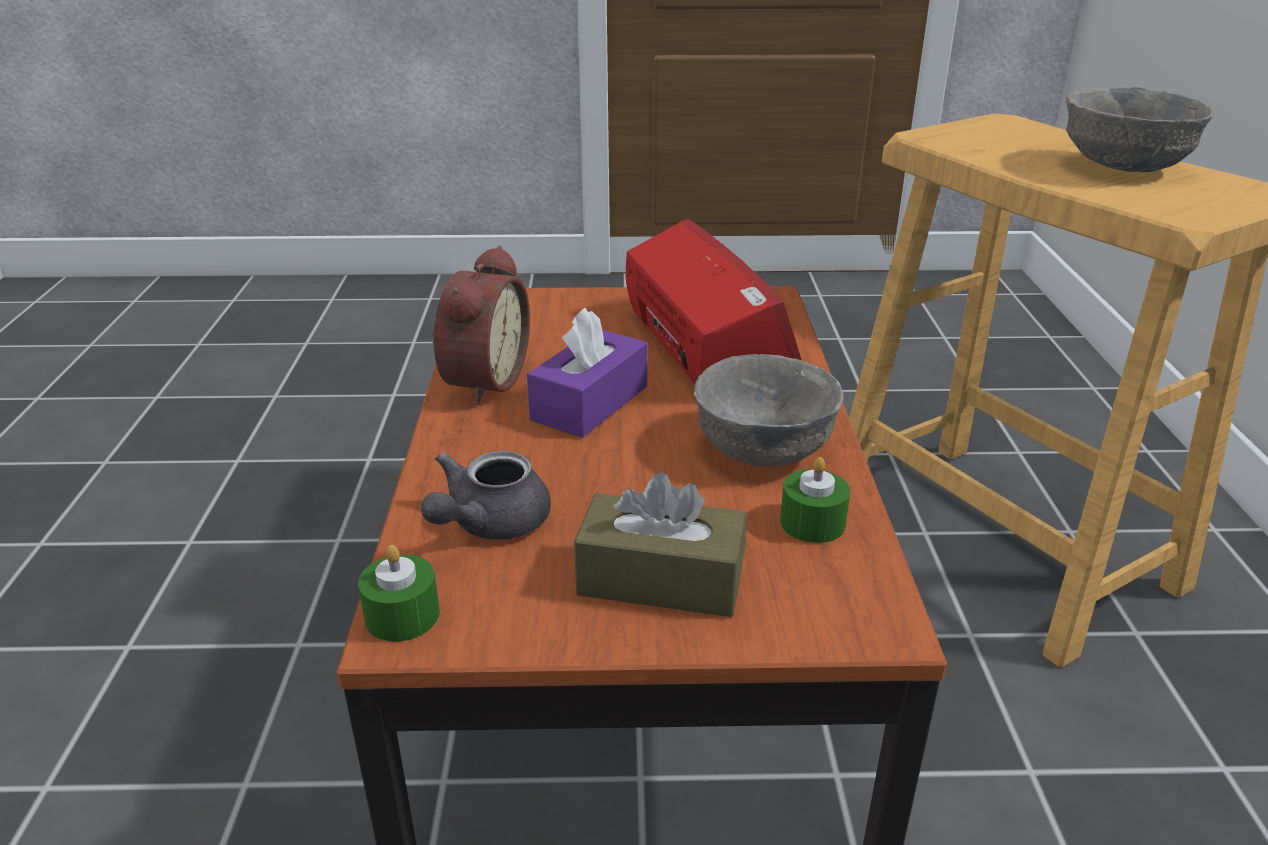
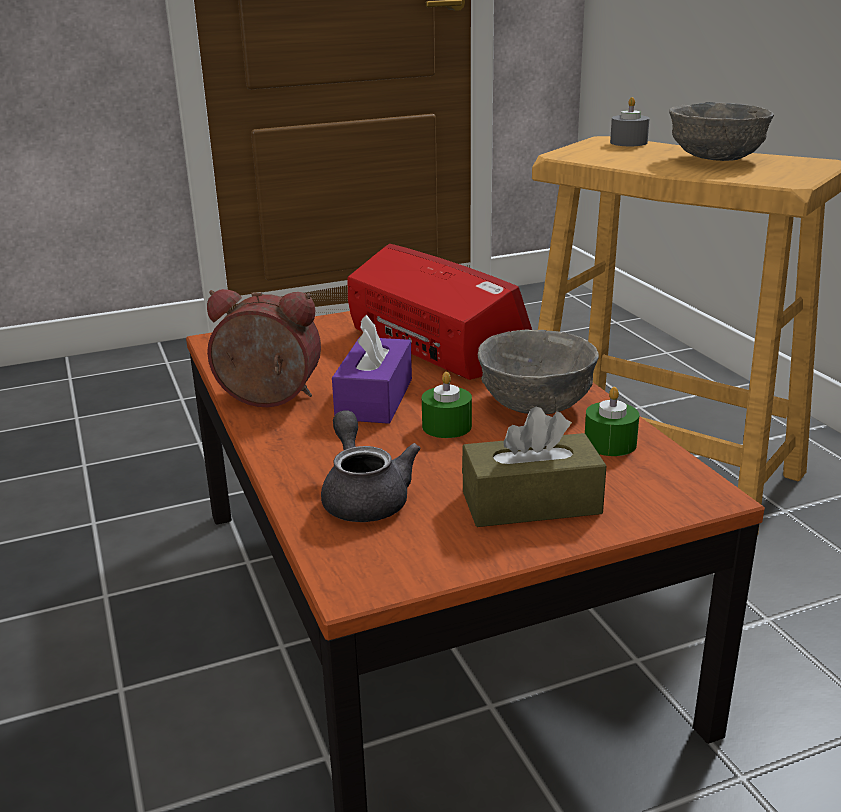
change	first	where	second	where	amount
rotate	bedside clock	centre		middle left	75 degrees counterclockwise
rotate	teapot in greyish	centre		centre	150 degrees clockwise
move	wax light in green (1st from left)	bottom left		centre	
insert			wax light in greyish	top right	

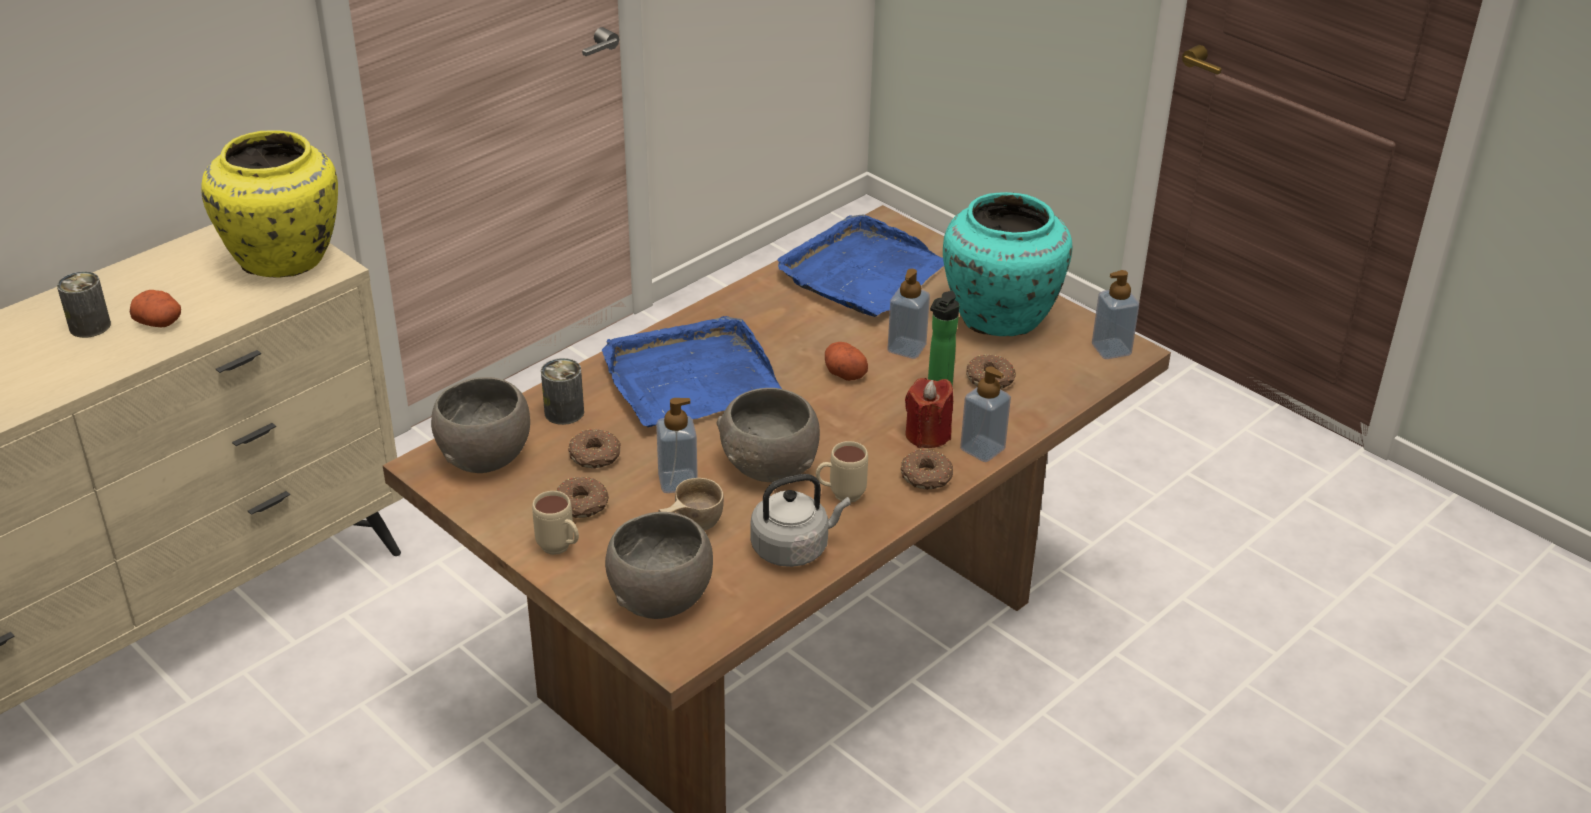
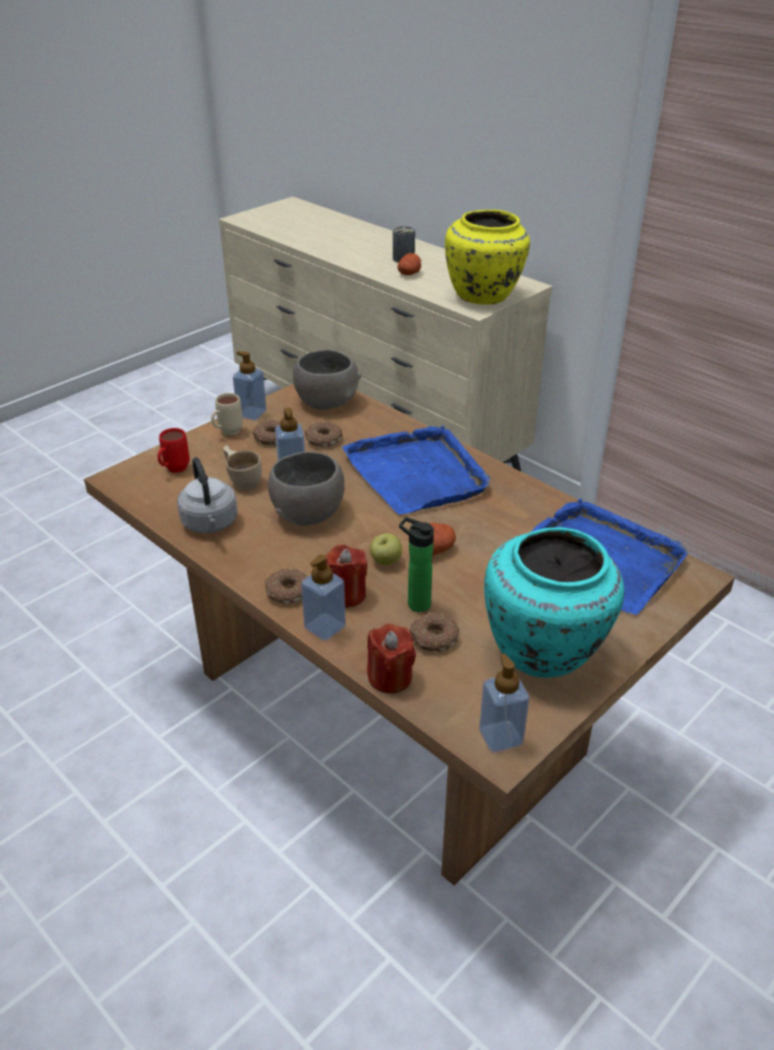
change	first	where	second	where	amount
move	soap dispenser (2nd from left in the first image)	centre	soap dispenser (1st from left)	middle left	
delete	metal can (2nd from left)	centre			
delete	coffee mug in sand-coloured (2nd from left)	centre			
replace	bowl in greyish (2nd from left)	bottom centre	coffee mug in red	middle left	
insert			apple	centre	
insert			wax light in red (2nd from left)	centre	

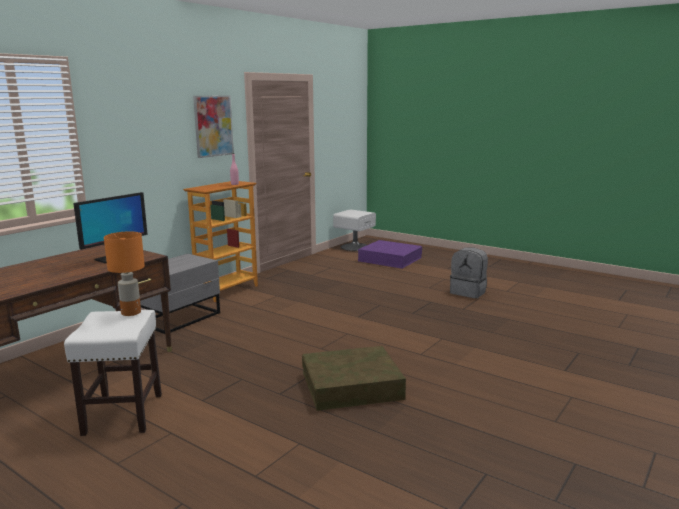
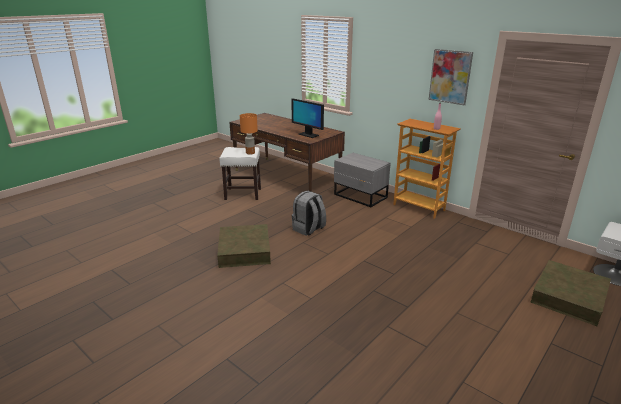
change	first	where	second	where	amount
recolor	storage box in purple	centre	storage box in brown-coloured (2nd from left)	bottom right	
move	backpack in greyish	middle right		centre	

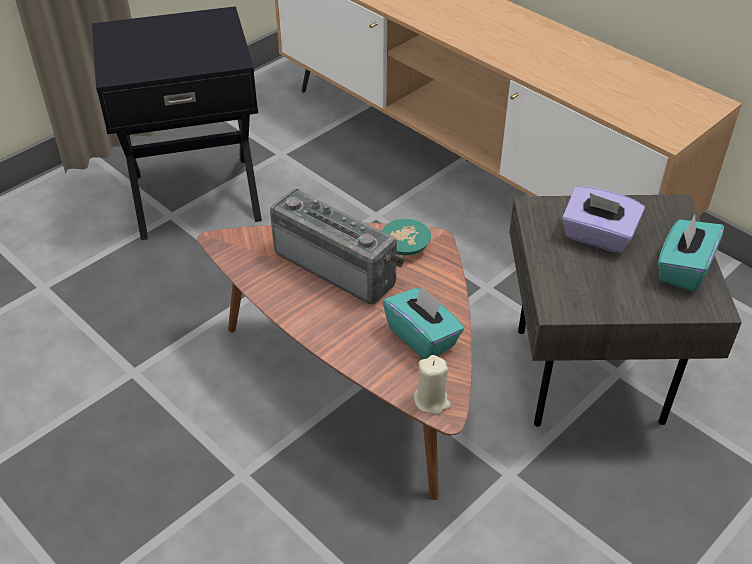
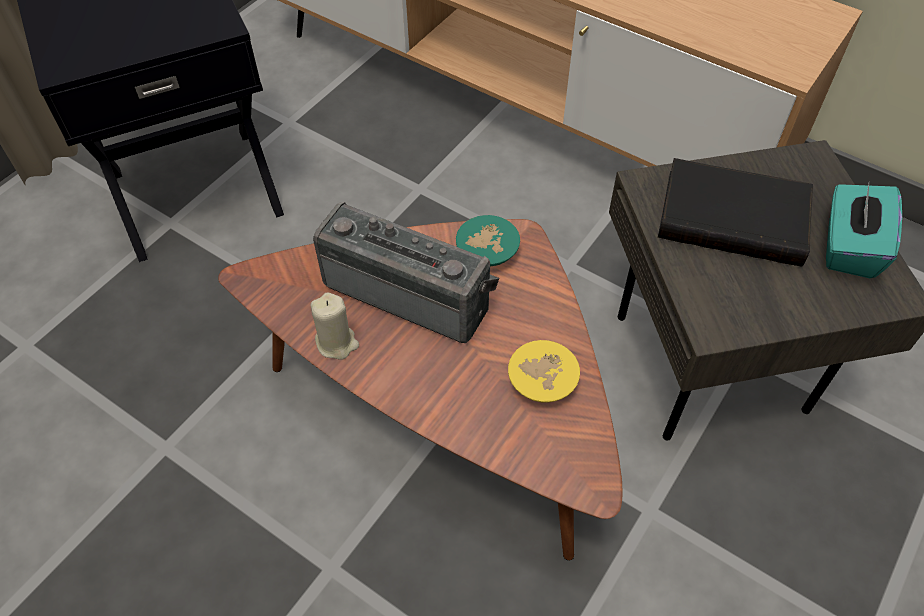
change	first	where	second	where	amount
replace	box of tissues in purple	middle right	book in blackish	middle right	
replace	box of tissues in turquoise (1st from left)	centre	bowl in yellow-coloured	centre	
move	wax light in sand-coloured	bottom centre		centre	

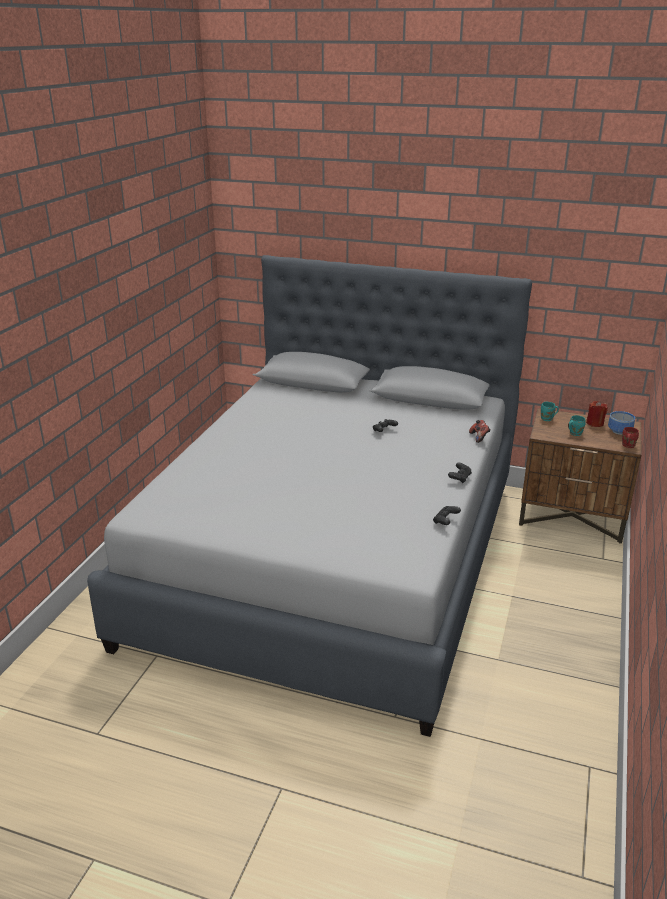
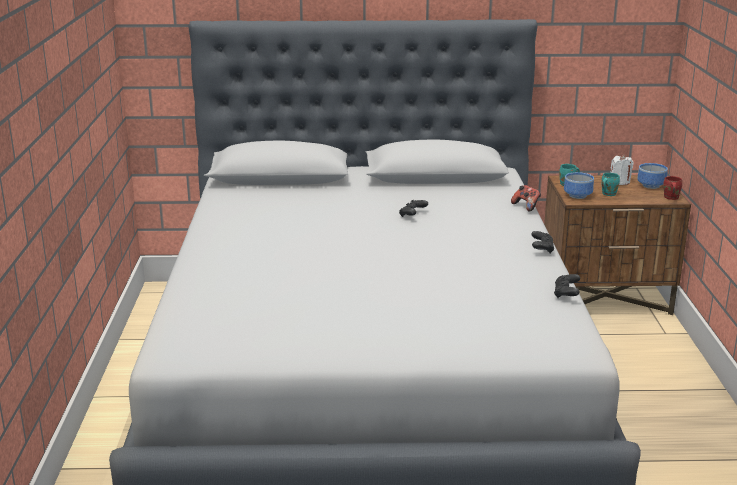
change	first	where	second	where	amount
recolor	wax light in red	middle right	wax light in white	middle right	
insert			bowl (1st from left)	middle right	

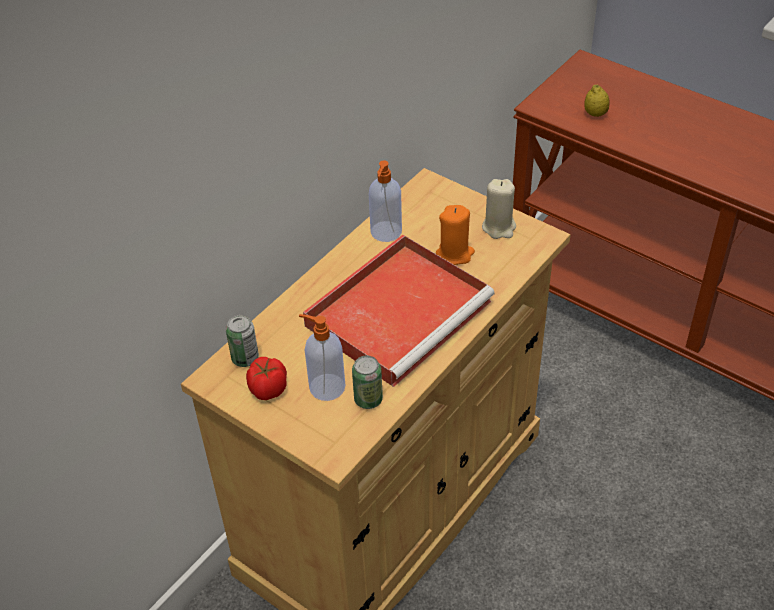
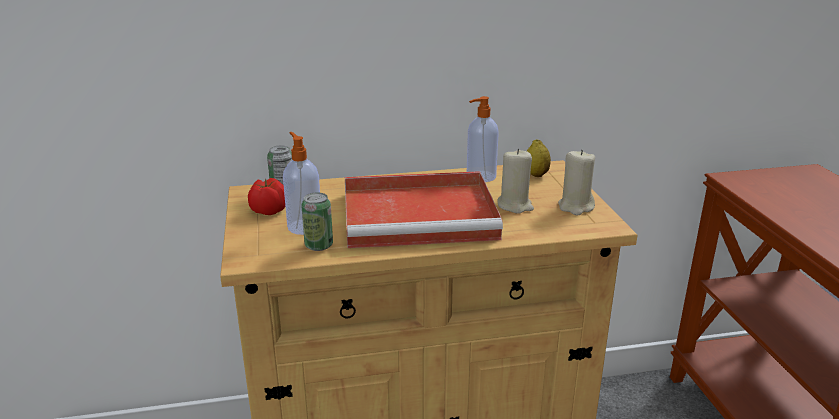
change	first	where	second	where	amount
move	citrus fruit	top right		centre	
recolor	wax light in orangey	centre	wax light in sand-coloured (1st from left)	centre	

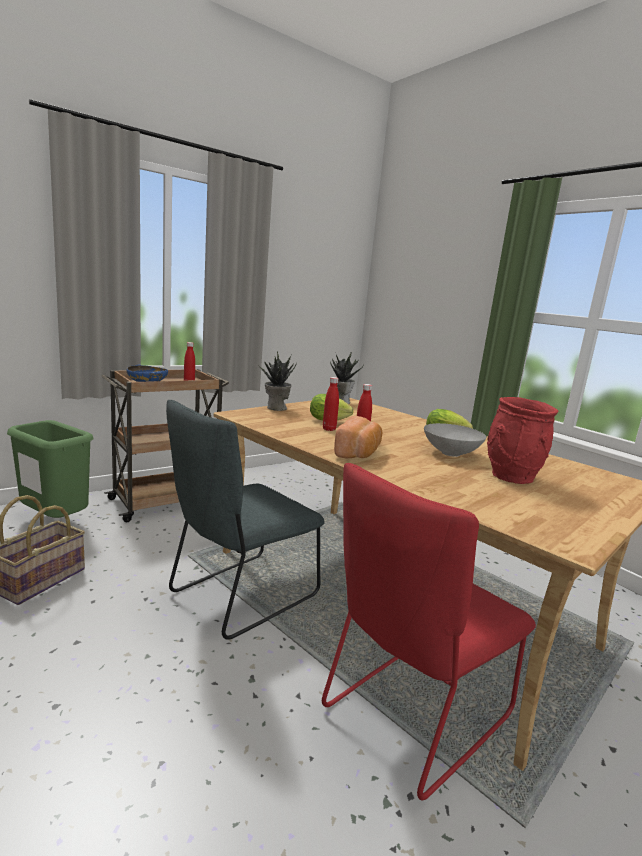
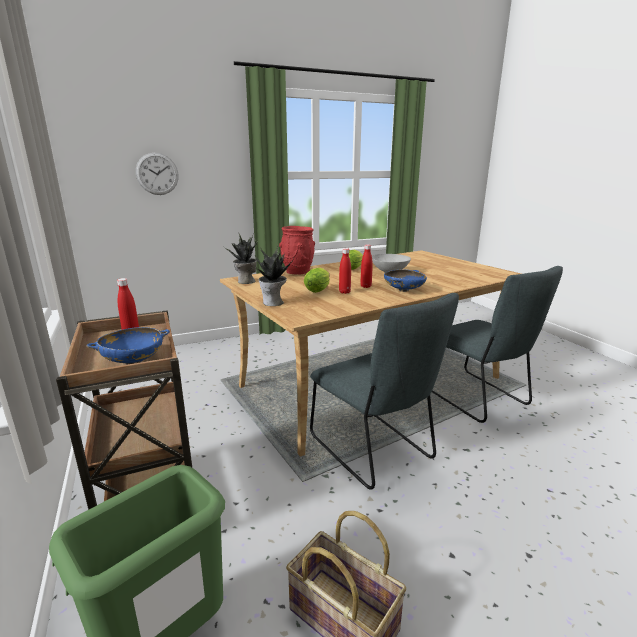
change	first	where	second	where	amount
move	vase in red	middle right		centre	
replace	baked bread	centre	bowl in bluish (2nd from left)	centre	
recolor	plain chair in red	bottom right	plain chair in greyish (2nd from left)	middle right	
insert			wall clock	top left	

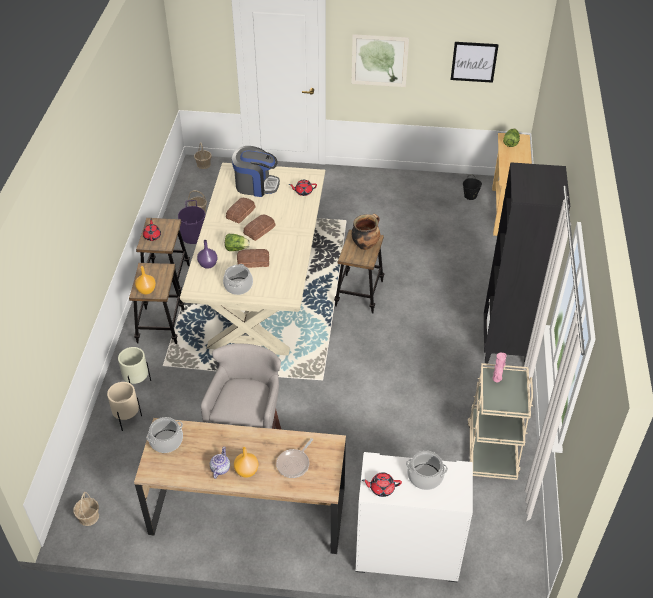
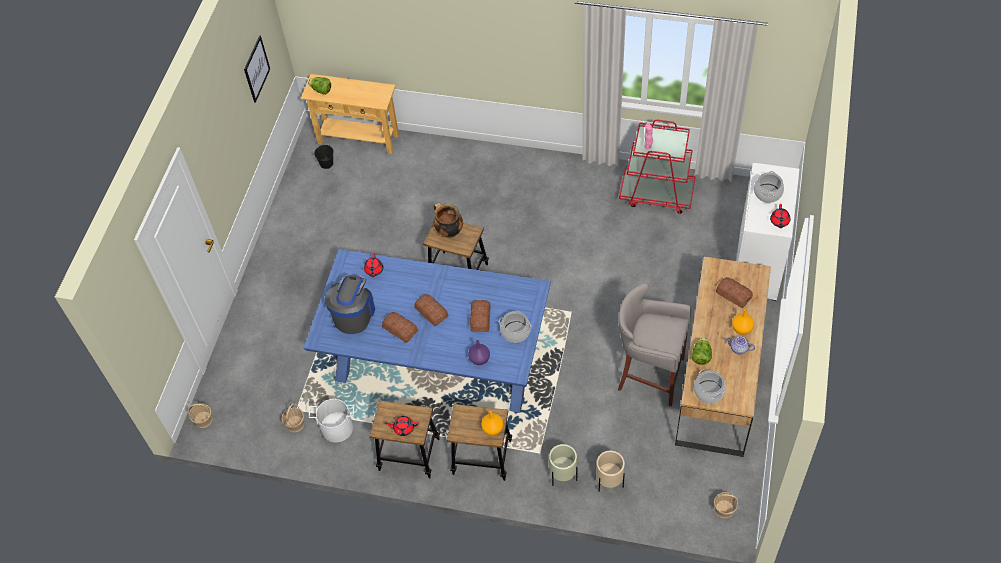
change	first	where	second	where	amount
delete	wall art (1st from left)	top centre			
delete	bookshelf in blackish	middle right			
recolor	kitchen table in sand-coloured	centre	kitchen table in bluish	centre	
recolor	pail in purple	middle left	pail in white	bottom left	
move	head of lettuce (1st from left in the first image)	centre	head of lettuce (2nd from left)	middle right	
recolor	wheeled cart in sand-coloured	bottom right	wheeled cart in red	top centre	
replace	skillet	bottom centre	baked bread (4th from left)	middle right	

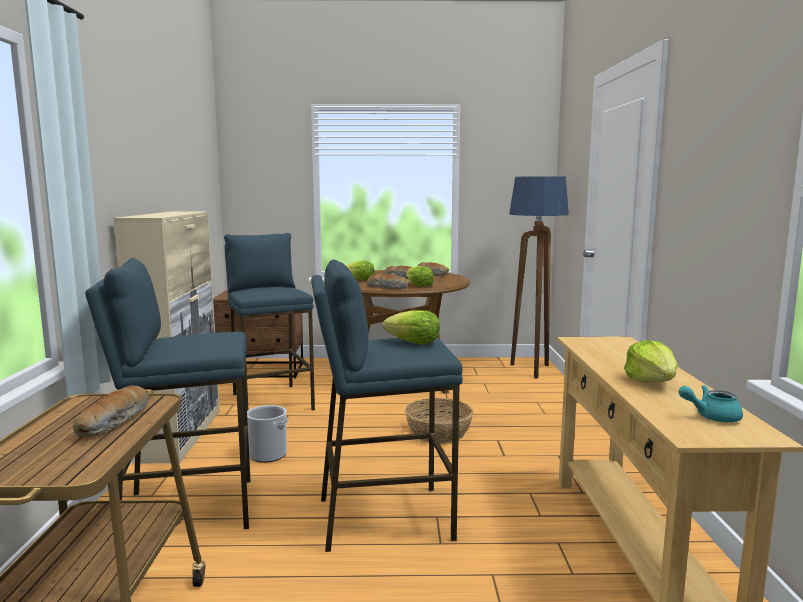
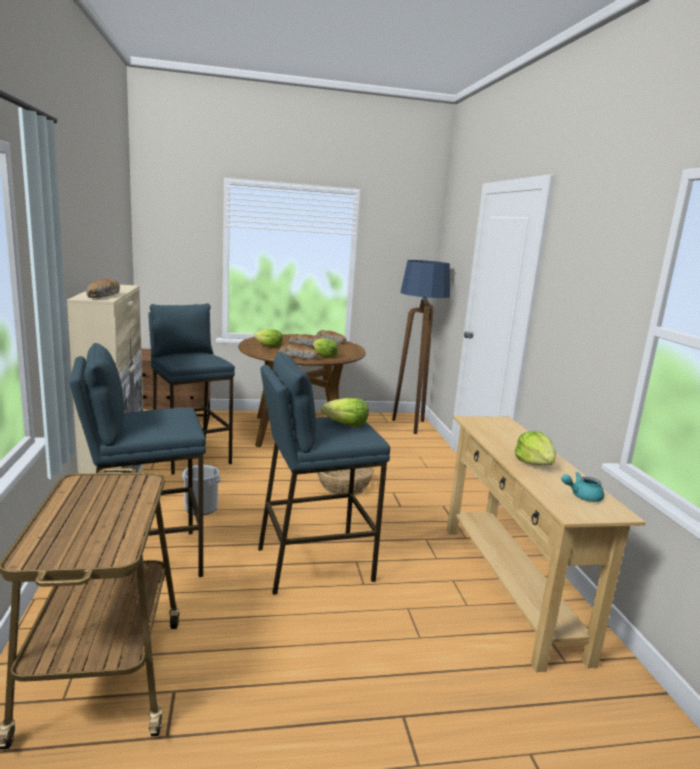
change	first	where	second	where	amount
move	baked bread (1st from left)	bottom left		middle left	

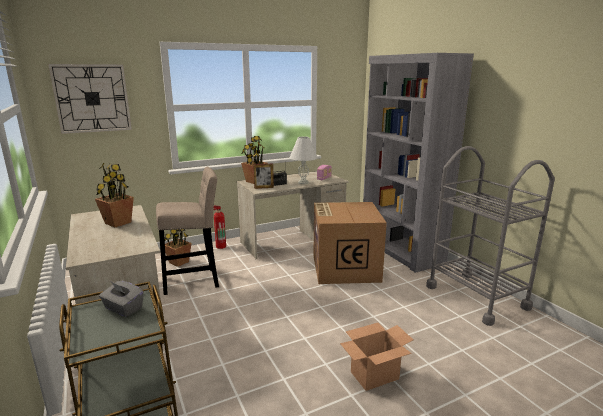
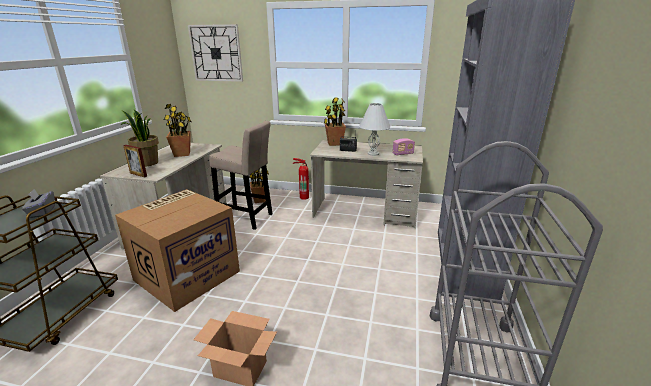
change	first	where	second	where	amount
move	photo frame	centre		middle left	
move	carton (1st from left)	centre		middle left	
insert			houseplant (1st from left)	middle left	

